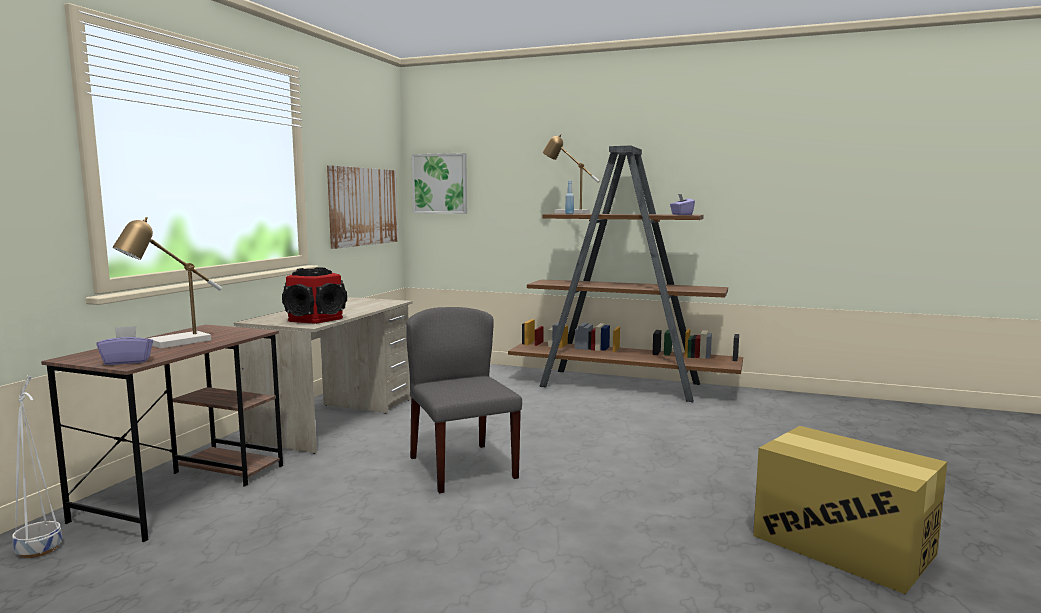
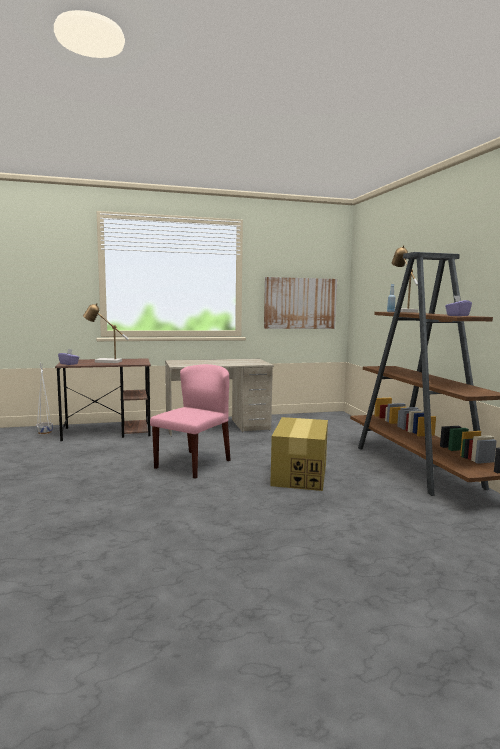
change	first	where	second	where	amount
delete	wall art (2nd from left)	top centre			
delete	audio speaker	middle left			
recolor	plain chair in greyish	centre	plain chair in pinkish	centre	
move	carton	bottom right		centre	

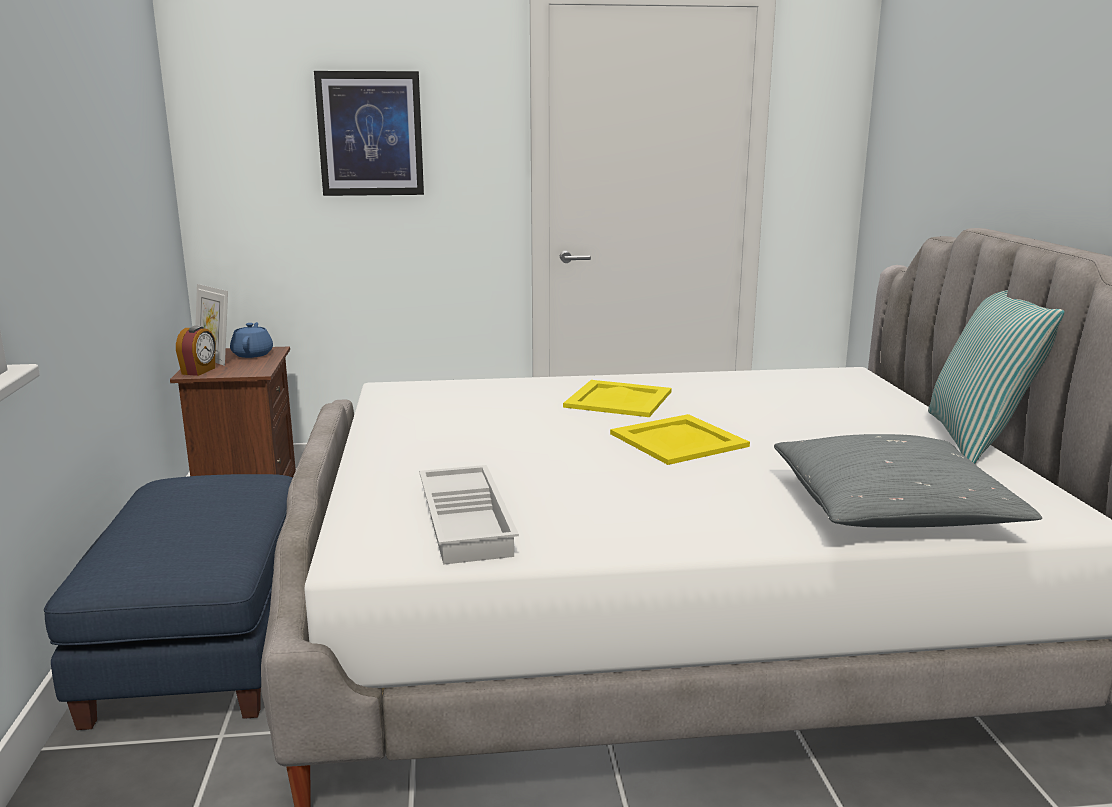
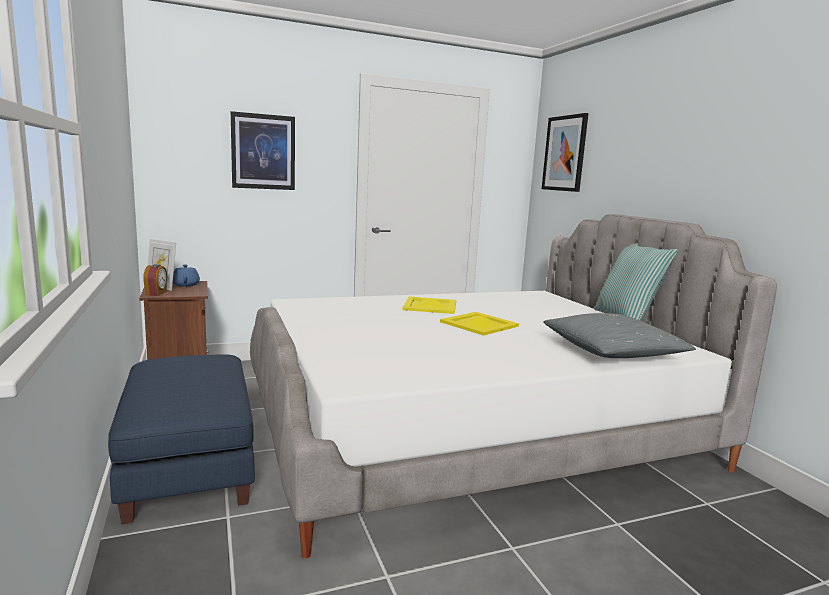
change	first	where	second	where	amount
delete	serving tray in white	centre			
insert			wall art (2nd from left)	top right	

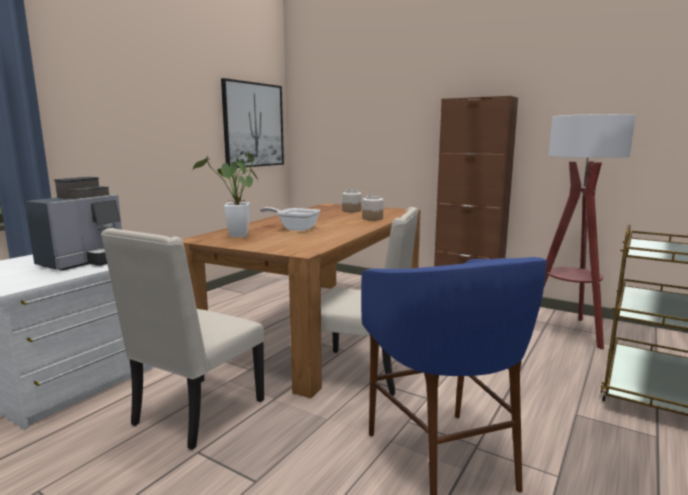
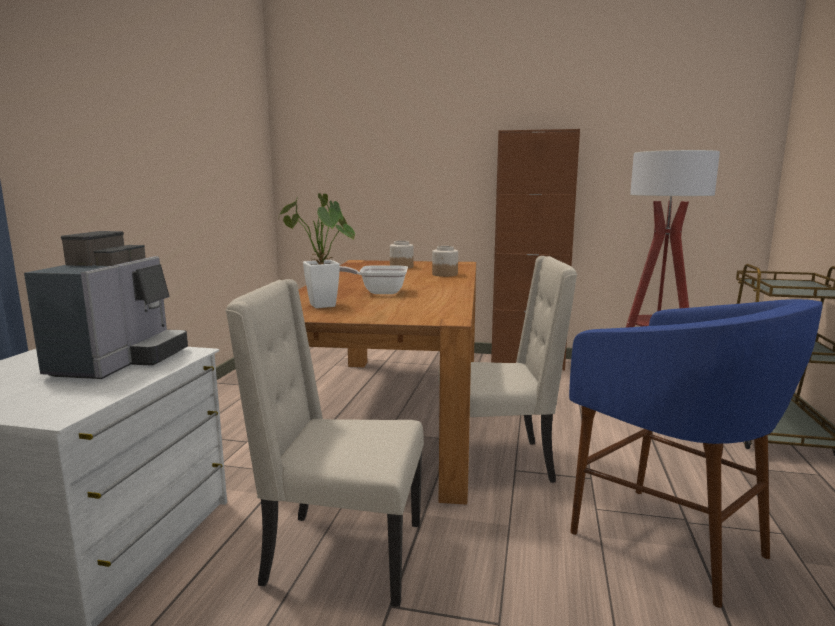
change	first	where	second	where	amount
delete	wall art	top centre			
rotate	plain chair in sand-coloured (1st from left)	bottom left		bottom centre	90 degrees clockwise

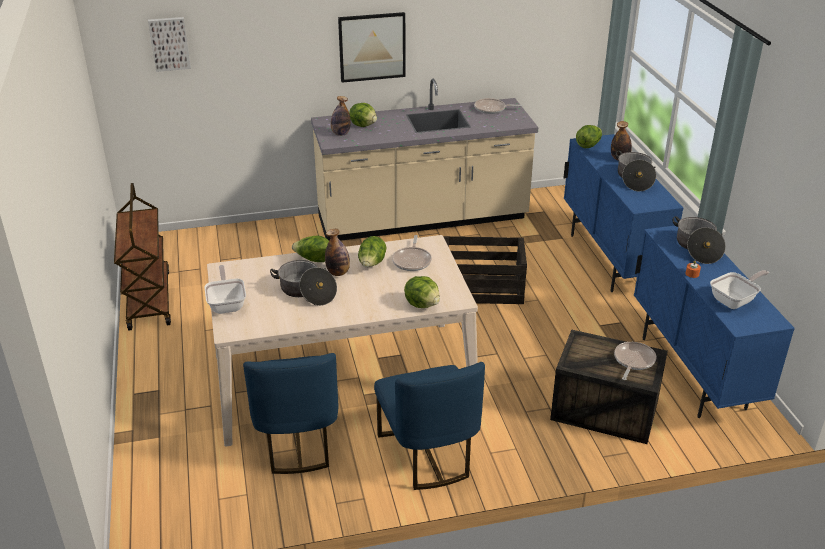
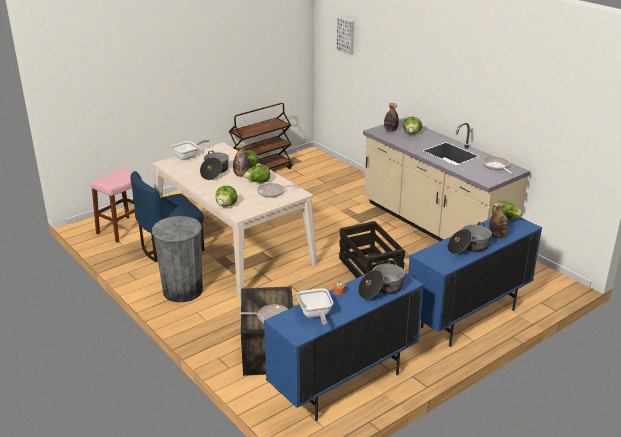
change	first	where	second	where	amount
delete	wall art (2nd from left)	top centre			
rotate	skillet (5th from left in the first image)	middle right	skillet (4th from left)	bottom centre	45 degrees clockwise
replace	plain chair in bluish (2nd from left)	bottom centre	waste bin in greyish	middle left	
insert			stool in pinkish	middle left	

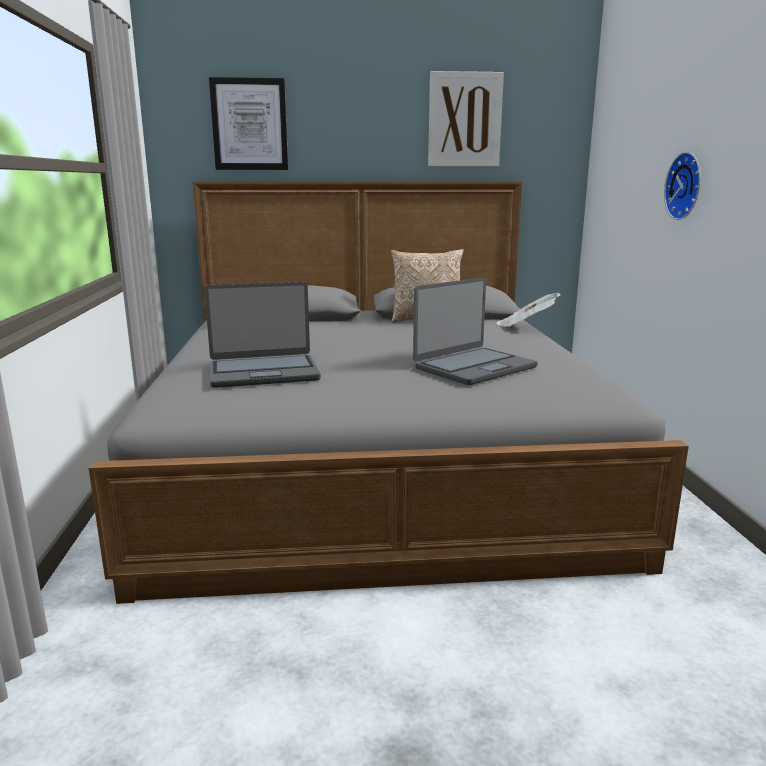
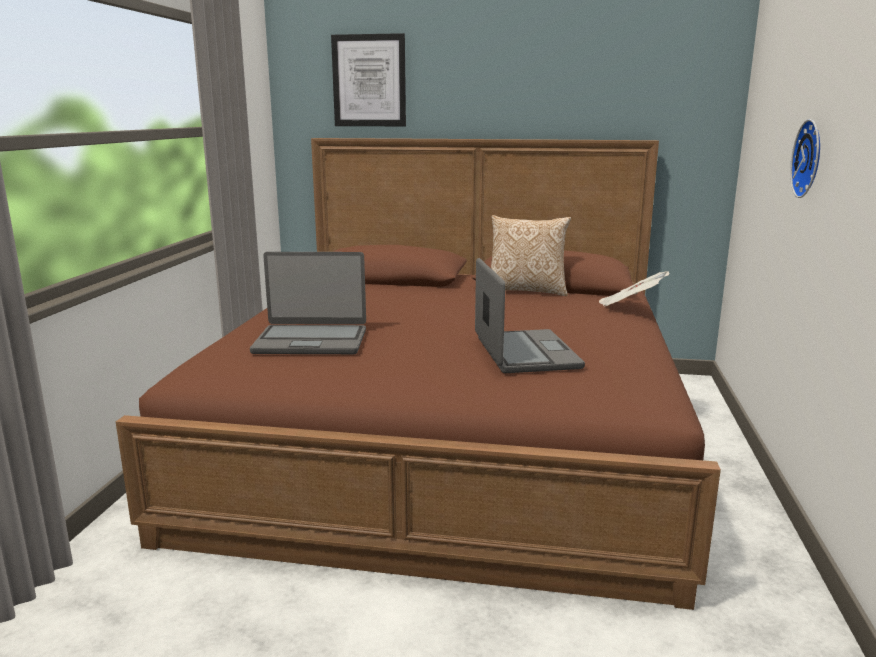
change	first	where	second	where	amount
delete	wall art (2nd from left)	top centre			
recolor	bed in greyish	centre	bed in brown-coloured	centre	
rotate	laptop (2nd from left)	centre		centre	75 degrees counterclockwise

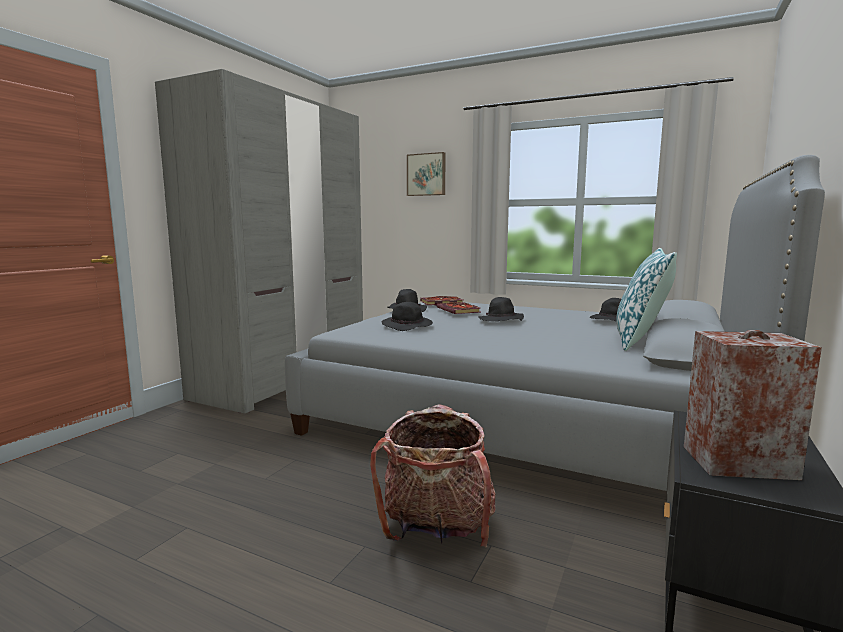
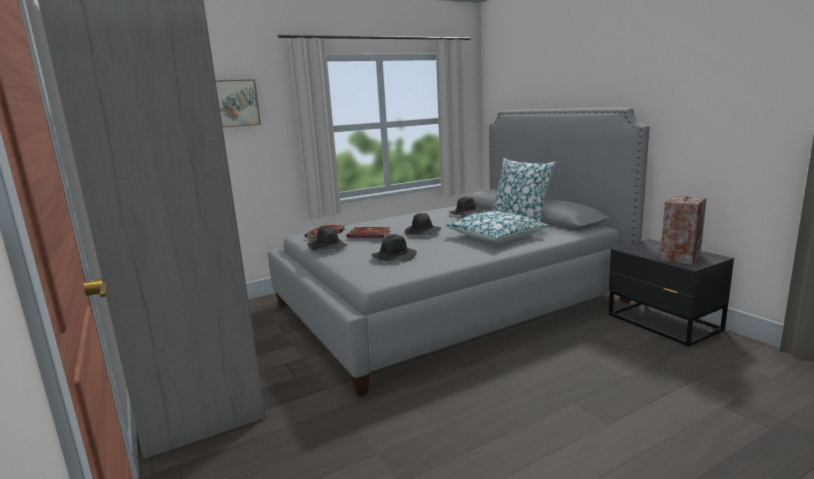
change	first	where	second	where	amount
delete	backpack	bottom centre			
insert			cushion (1st from left)	centre	

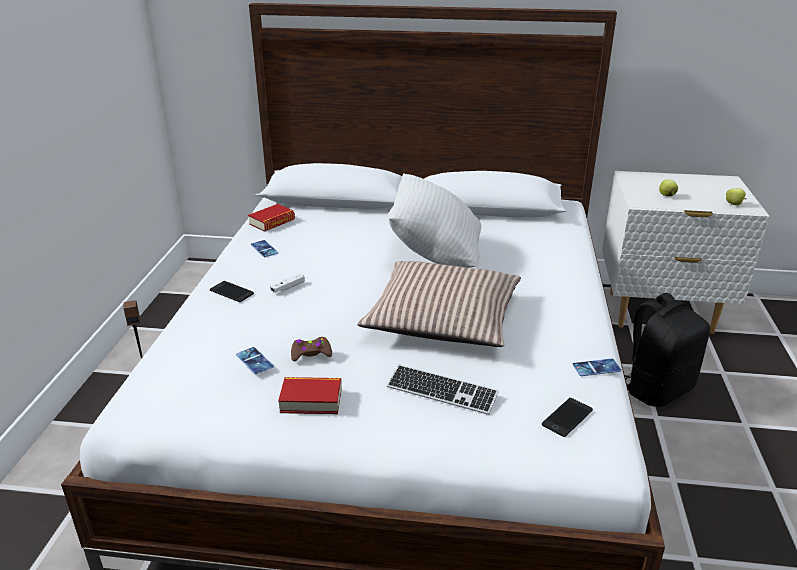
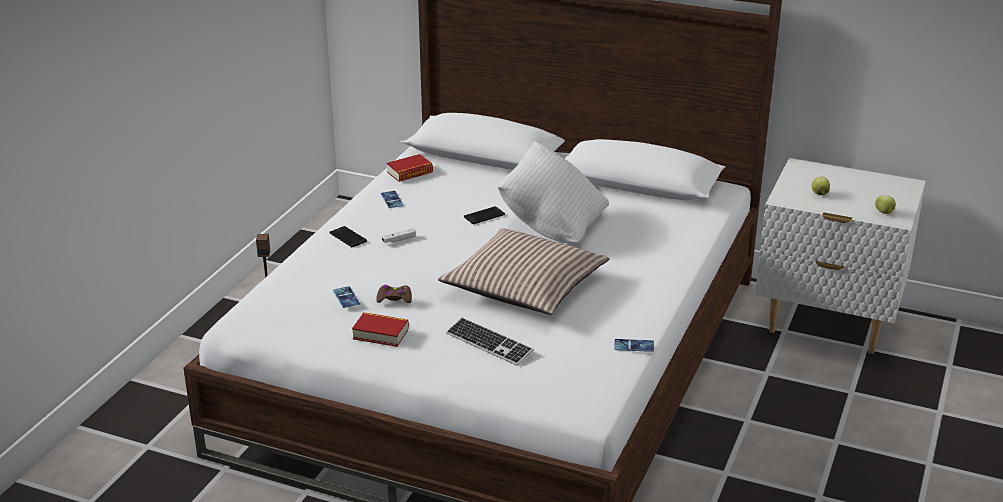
change	first	where	second	where	amount
delete	backpack in blackish	middle right			
move	handset (4th from left)	bottom right		centre	

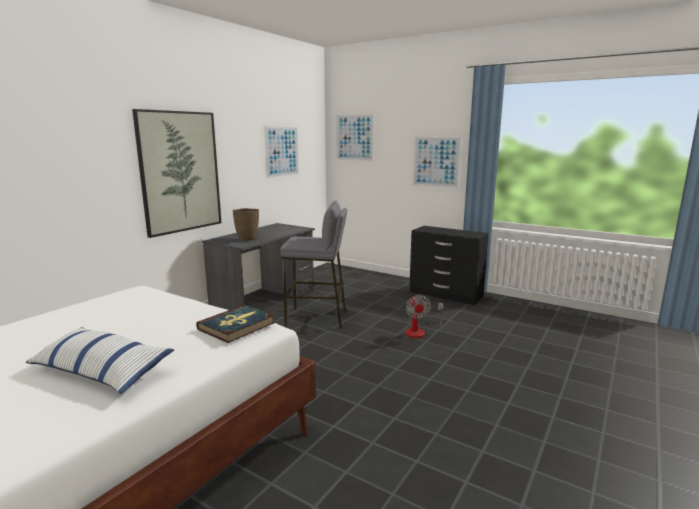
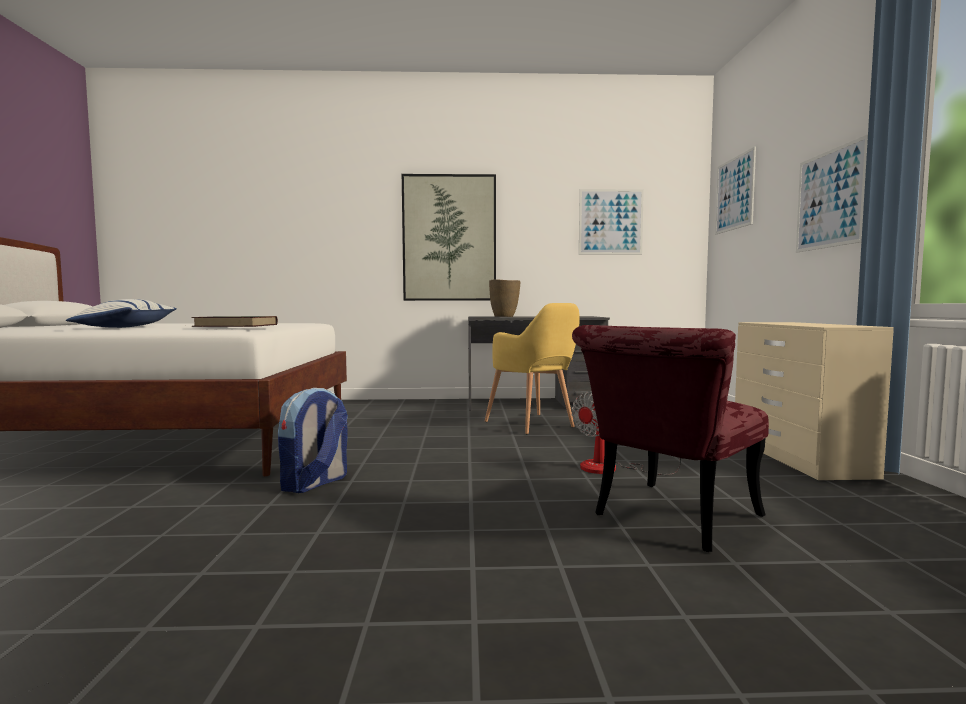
change	first	where	second	where	amount
replace	stool in greyish	centre	easy chair in yellow-coloured	centre	
recolor	chest of drawers in blackish	centre	chest of drawers in sand-coloured	middle right	
insert			plain chair in red	middle right	
insert			backpack	middle left	

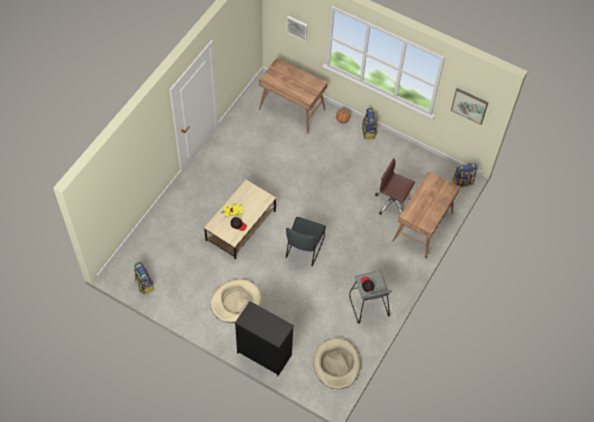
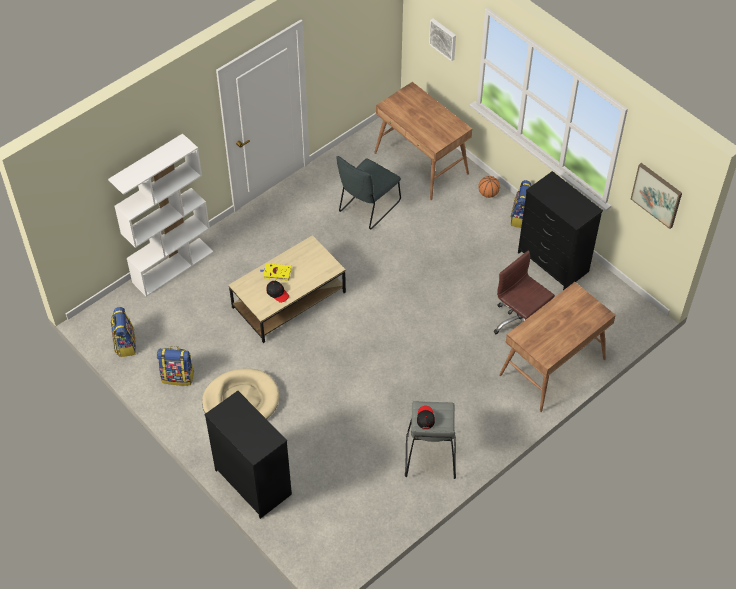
change	first	where	second	where	amount
move	backpack (3rd from left in the first image)	middle right	backpack (2nd from left)	middle left	
move	plain chair in greyish	centre		top centre	
delete	dog bed in sand-coloured (2nd from left)	bottom centre			
insert			bookshelf in white	middle left	
insert			chest of drawers in blackish (2nd from left)	middle right	

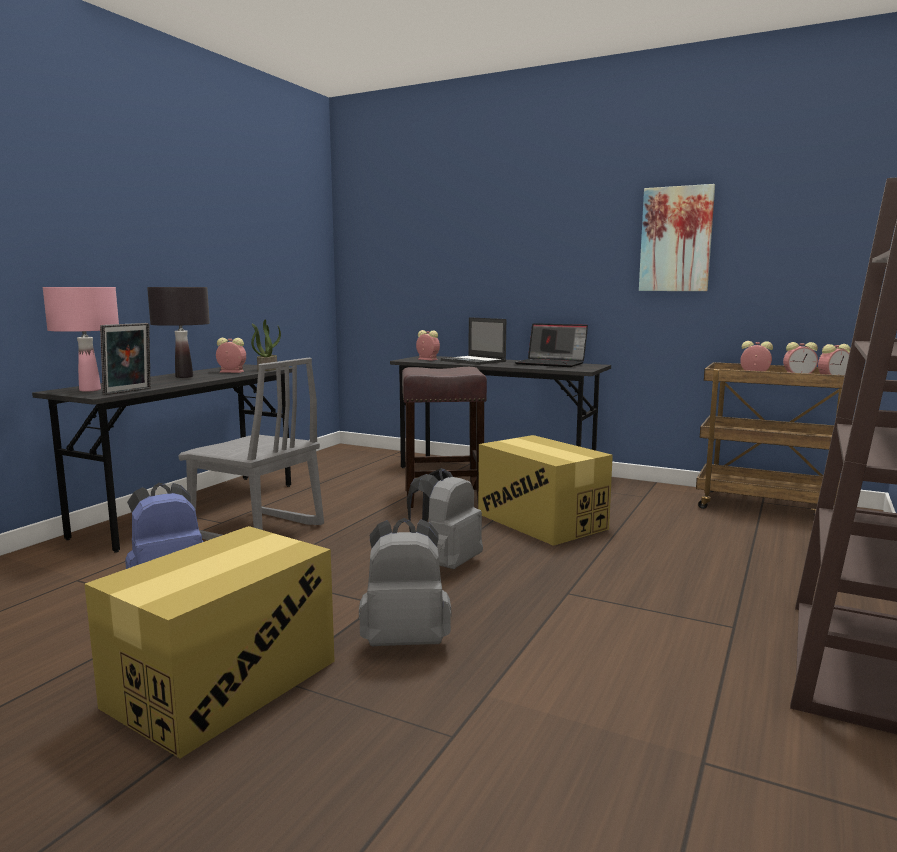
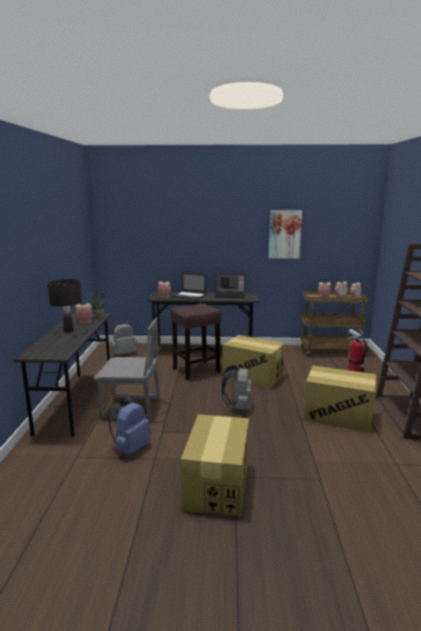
change	first	where	second	where	amount
delete	tabletop lamp in pinkish	middle left			
delete	photo frame	middle left			
move	backpack in greyish (1st from left)	bottom centre		middle left	
insert			fire extinguisher	middle right	
insert			carton (3rd from left)	middle right	

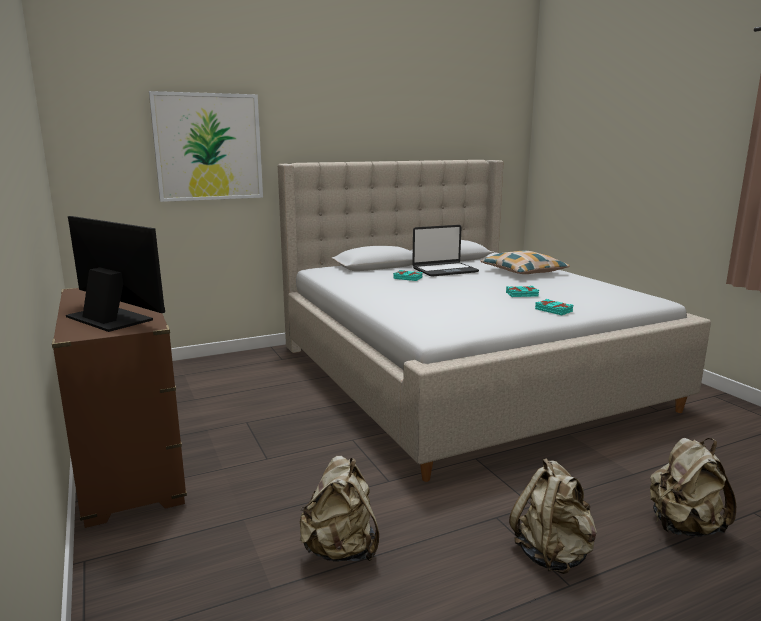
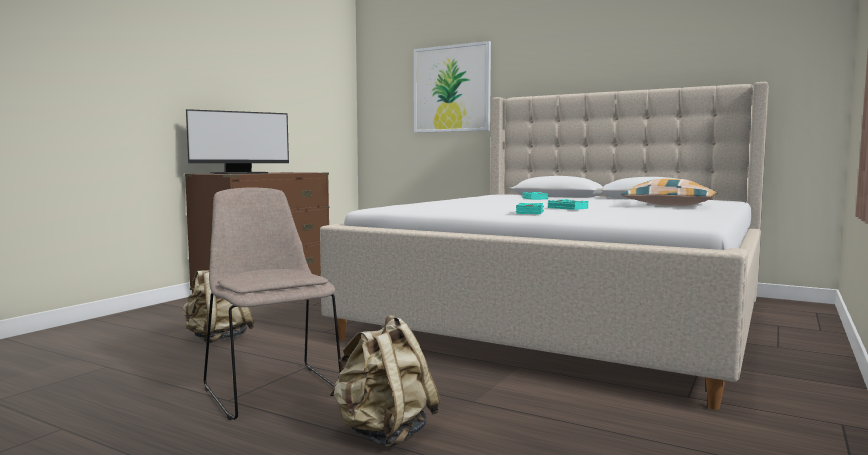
change	first	where	second	where	amount
rotate	monitor	middle left		top left	60 degrees clockwise
delete	laptop	centre			
replace	backpack in sand-coloured (2nd from left)	bottom right	plain chair in sand-coloured	middle left	

